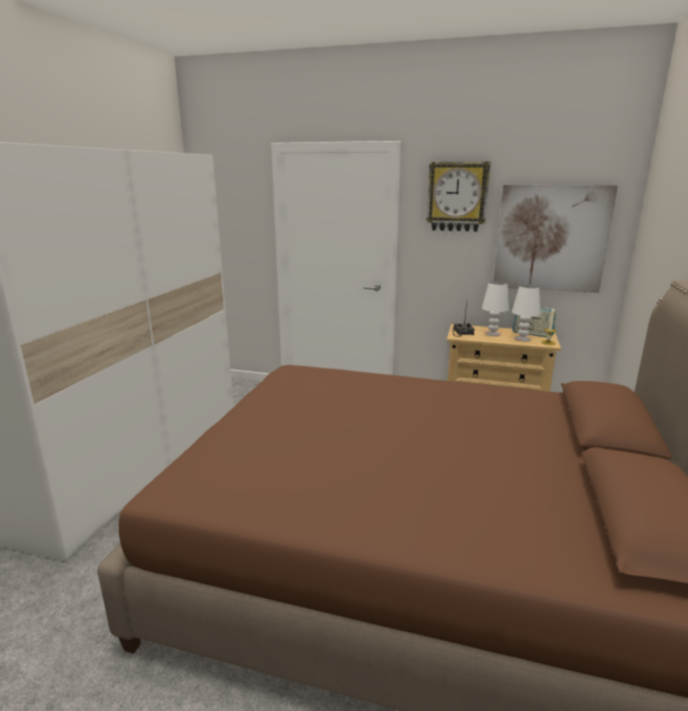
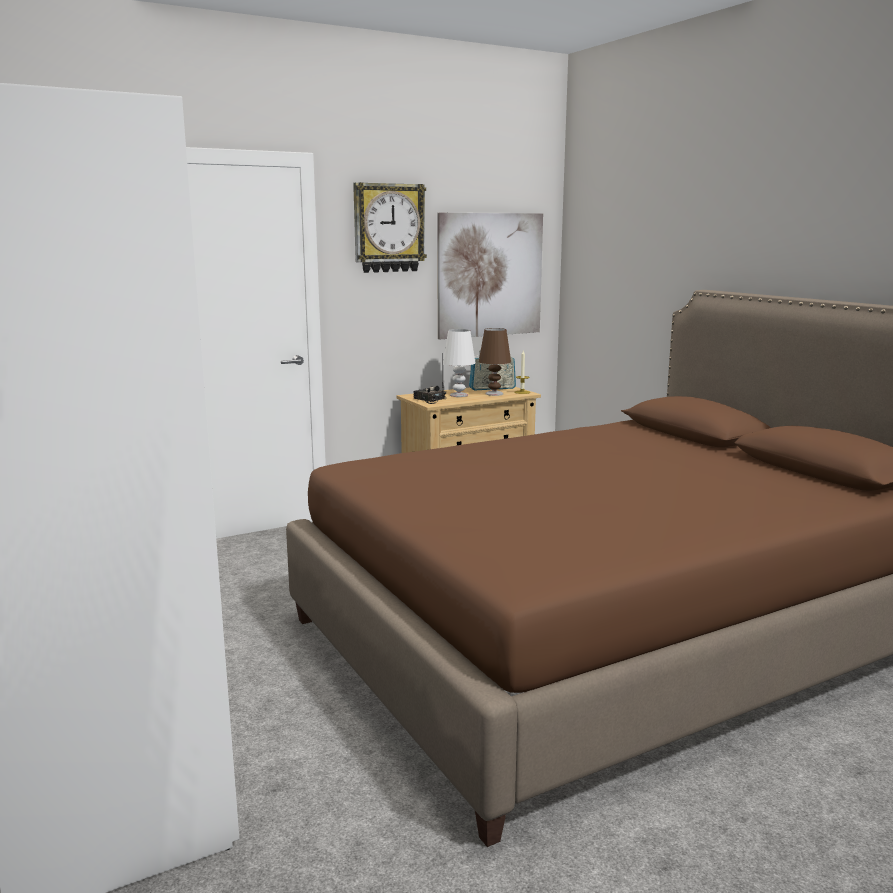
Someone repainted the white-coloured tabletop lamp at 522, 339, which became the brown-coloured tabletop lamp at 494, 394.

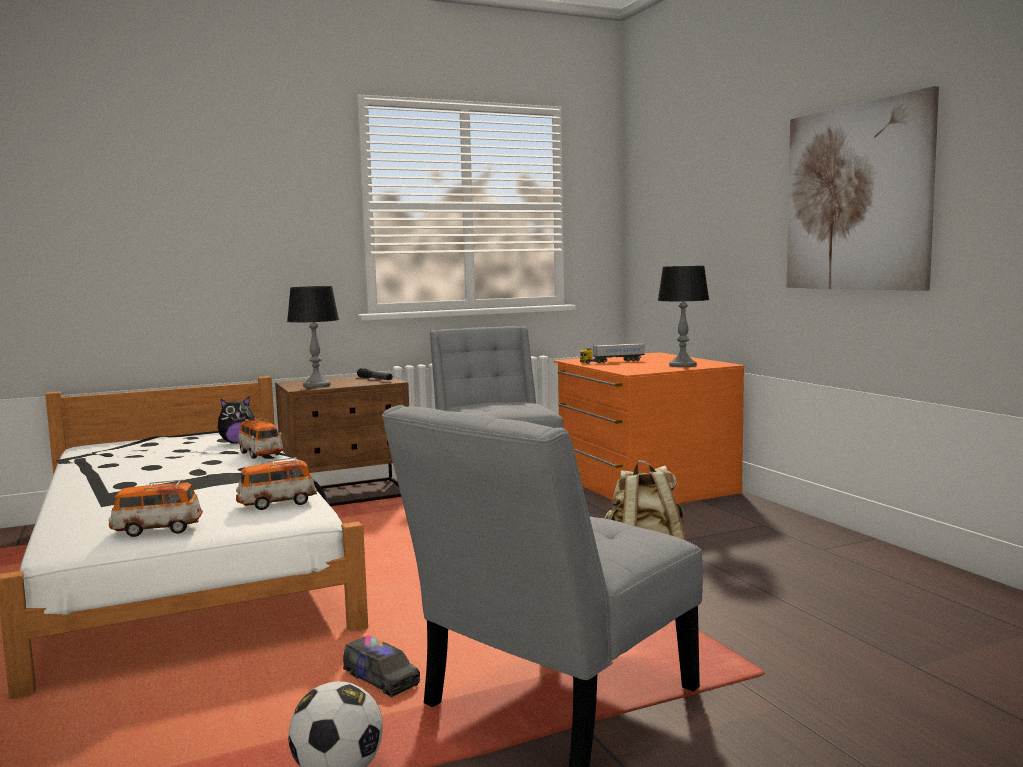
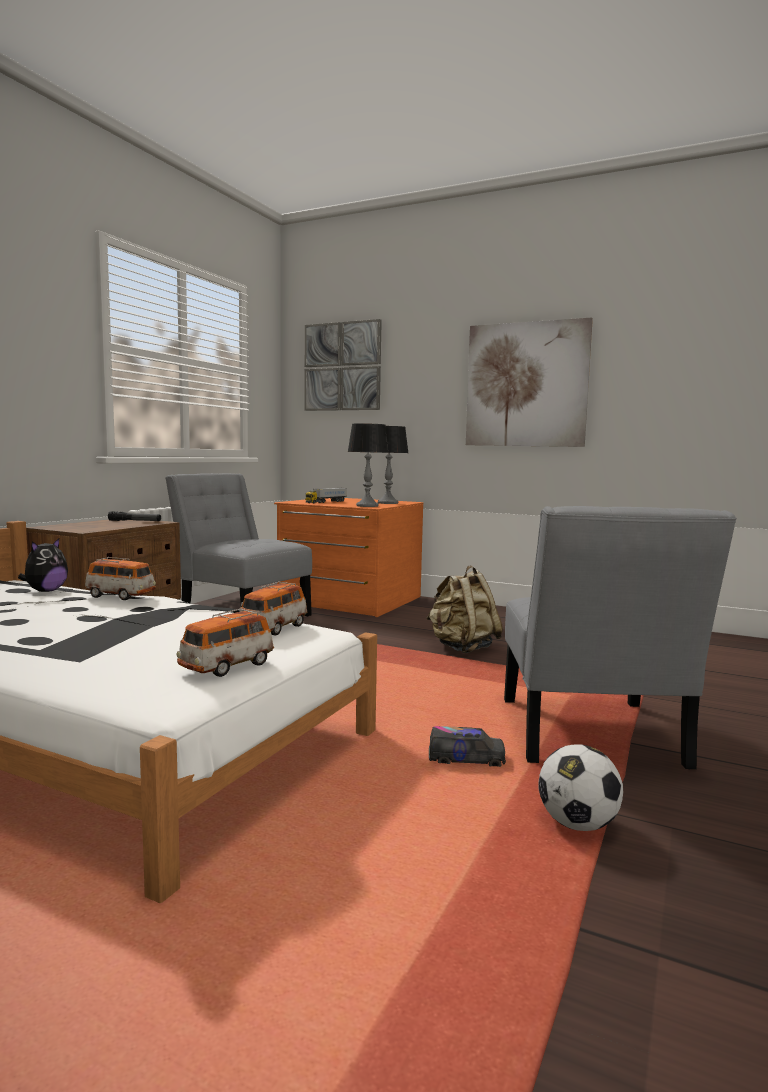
Someone carried the tabletop lamp from 317, 385 to 367, 506. Someone put up the wall picture at 342, 366.

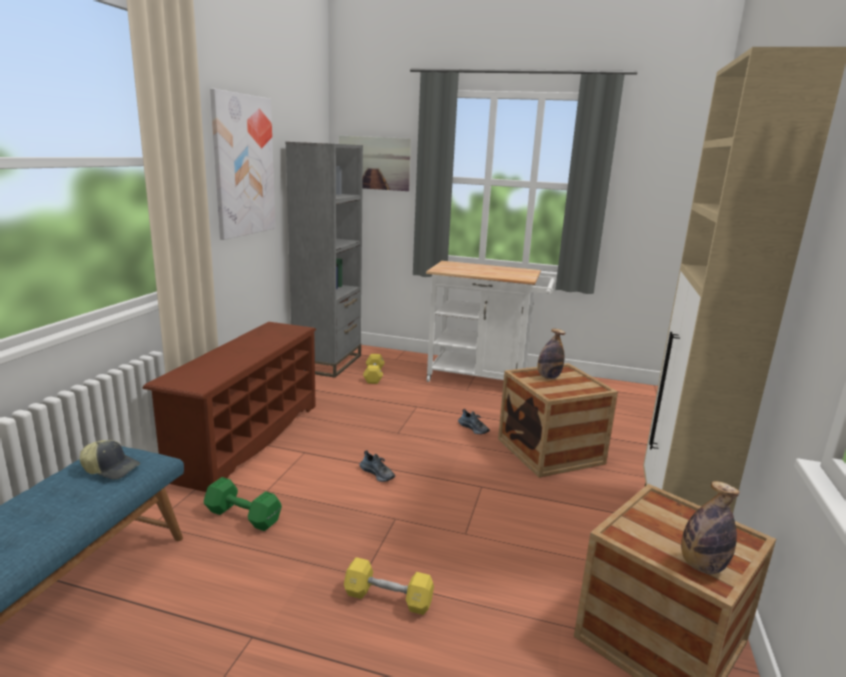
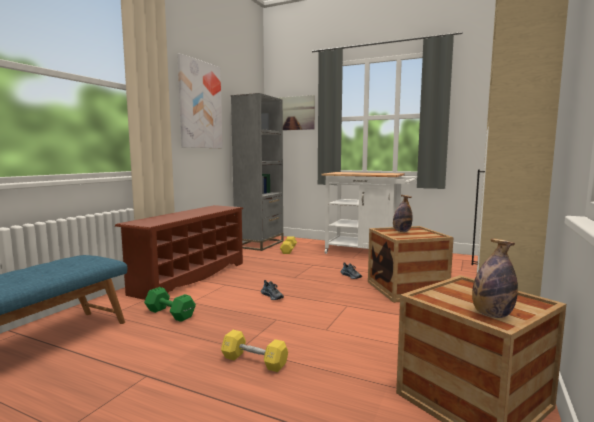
Someone took away the peaked cap at 111, 468.

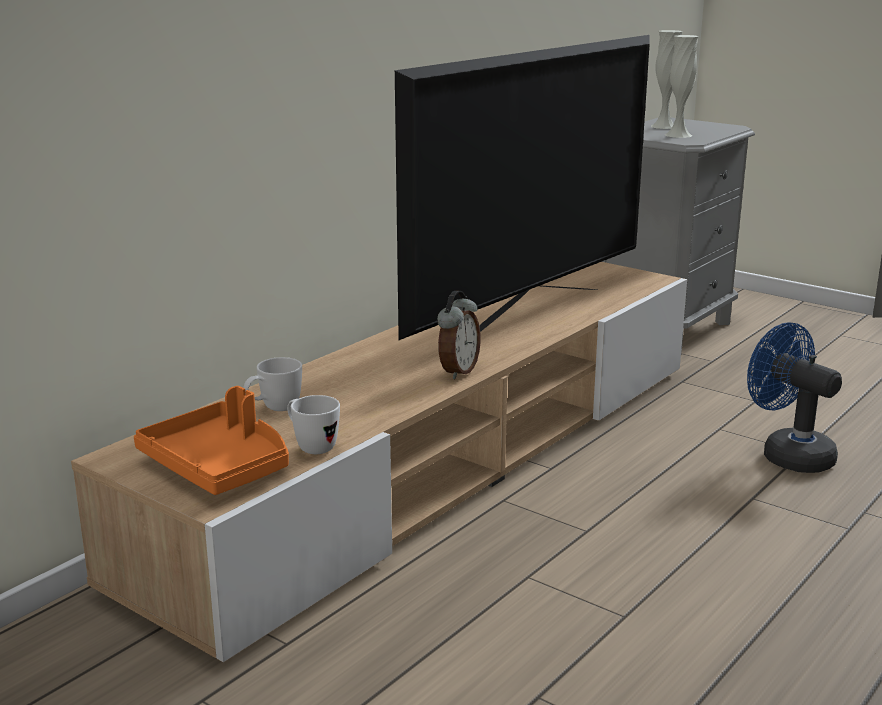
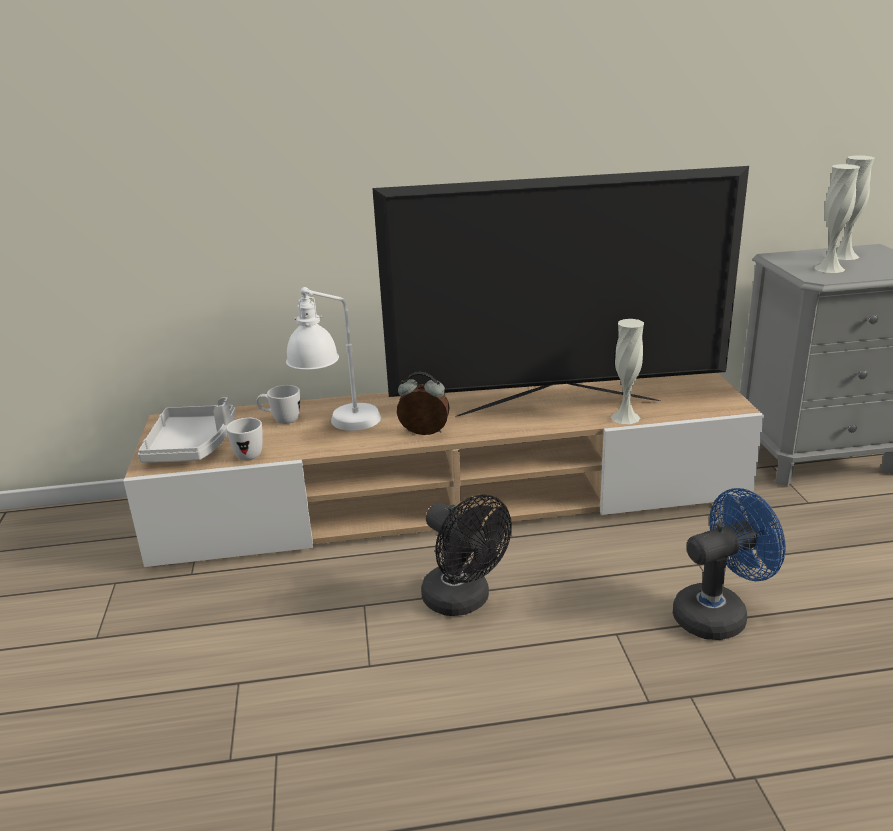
Someone repainted the orangey tray at 219, 466, which became the greyish tray at 192, 446. Someone rotated the table clock at 457, 371 by 150 degrees counterclockwise. Someone rotated the blue fan at 788, 454 by 60 degrees clockwise. Someone put down the white-coloured tabletop lamp at 339, 427. Someone put down the black fan at 463, 601. Someone put down the white-coloured flower vase at 625, 417.

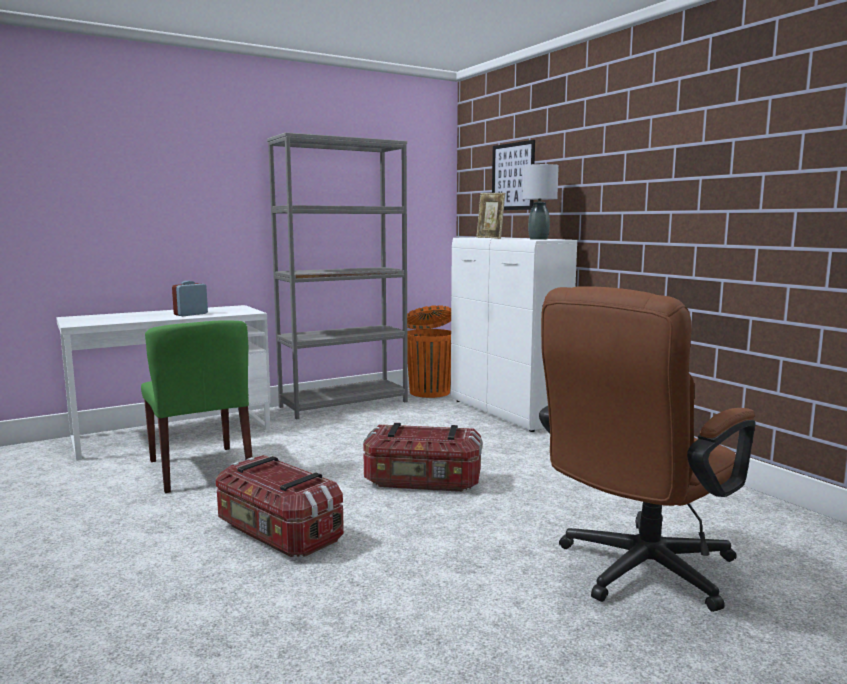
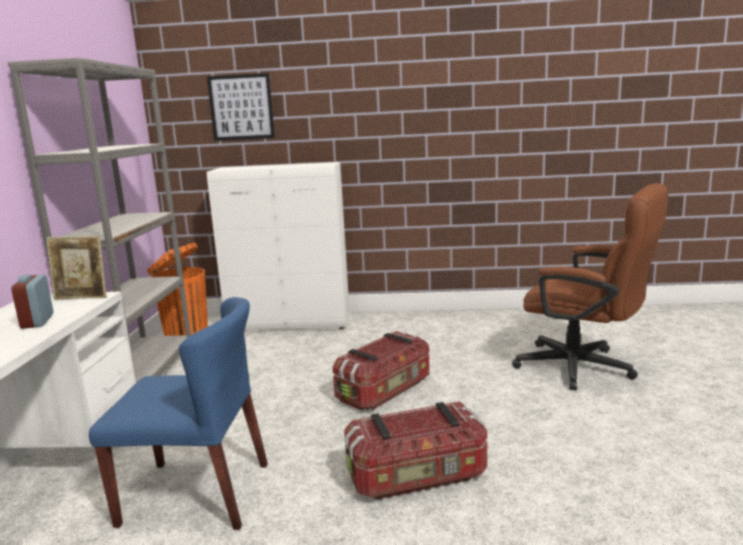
Someone repainted the green upright chair at 200, 469, which became the blue upright chair at 197, 493. Someone carried the photo frame from 490, 238 to 82, 298. Someone took away the greyish tabletop lamp at 538, 239. Someone rotated the brown-coloured computer chair at 636, 573 by 45 degrees counterclockwise.

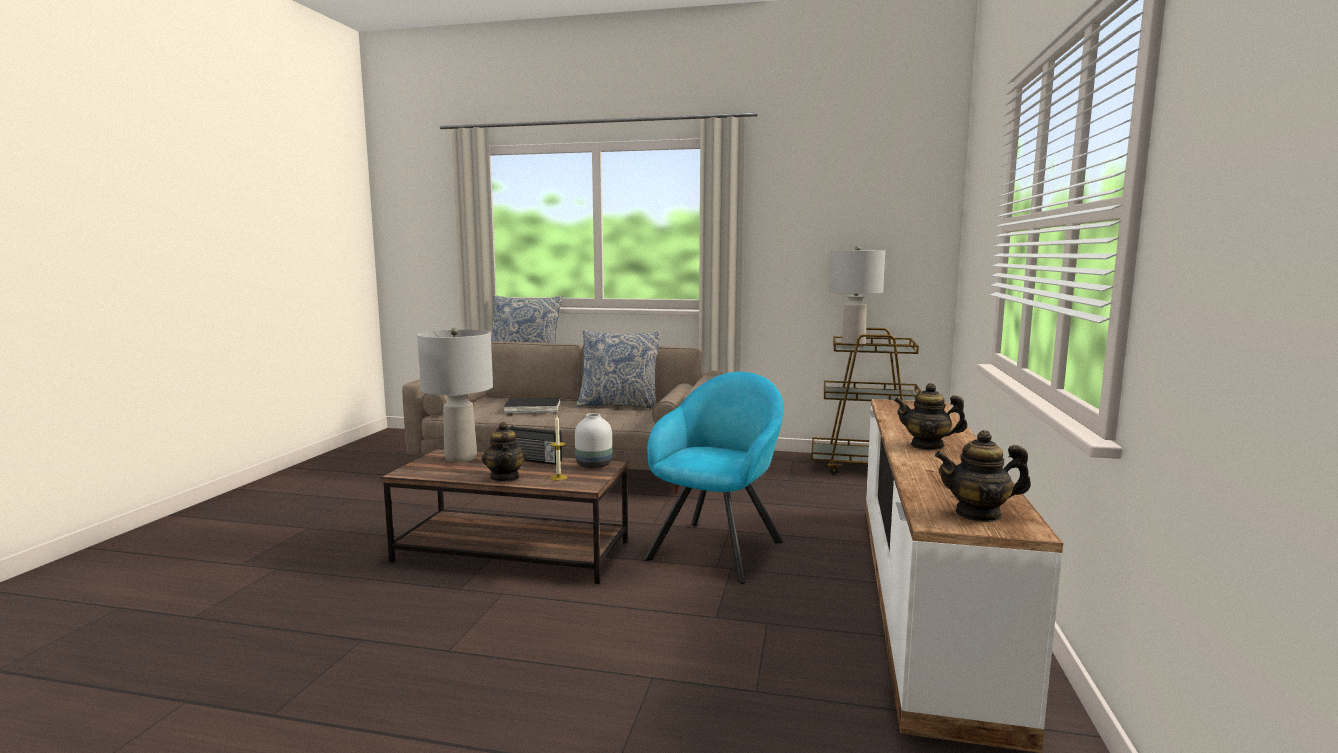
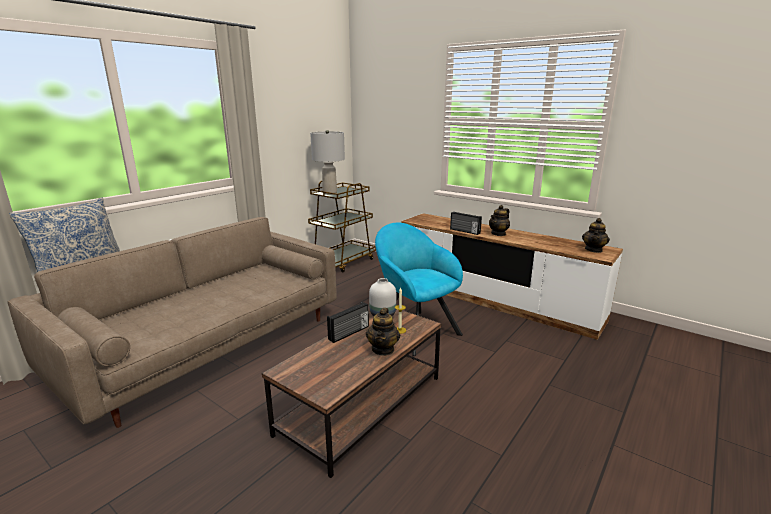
Someone took away the greyish tabletop lamp at 461, 458. Someone rotated the teapot at 505, 477 by 90 degrees clockwise. Someone took away the black book at 533, 408. Someone took away the cushion at 619, 405. Someone put down the radio at 464, 231.

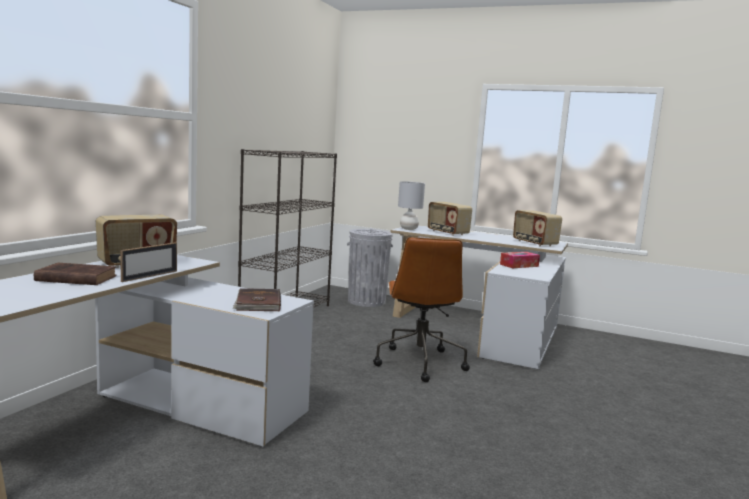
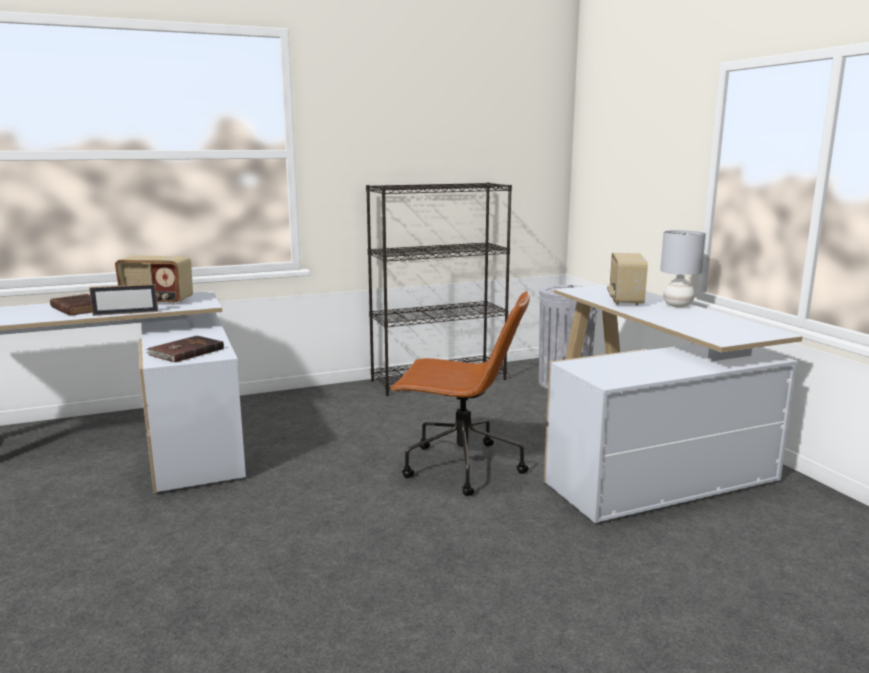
Someone rotated the brown-coloured computer chair at 419, 362 by 120 degrees counterclockwise. Someone carried the greyish tabletop lamp from 408, 229 to 677, 305. Someone took away the box of tissues at 519, 265. Someone took away the radio at 534, 243.

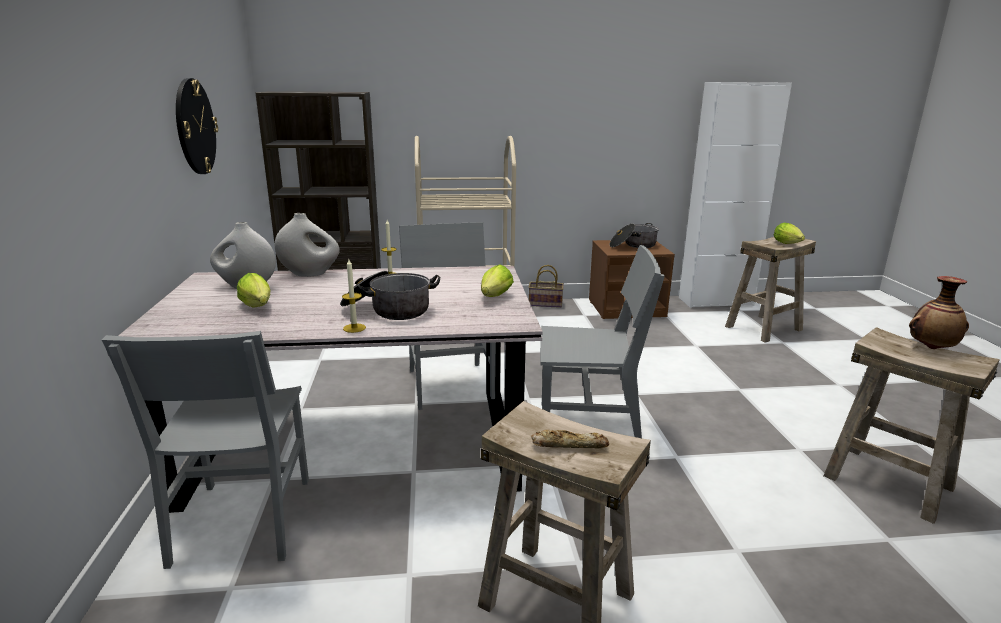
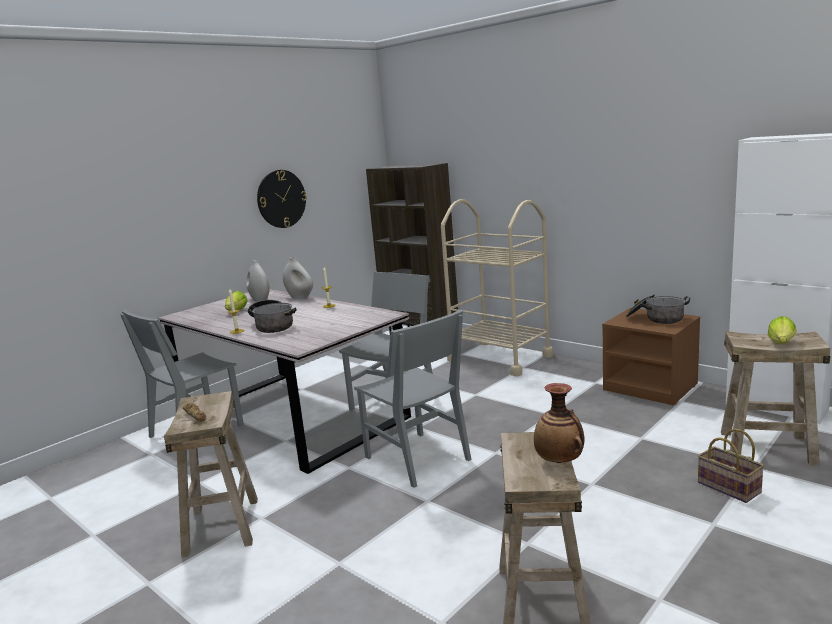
Someone took away the lettuce head at 494, 297. Someone carried the storage basket from 544, 304 to 726, 487.

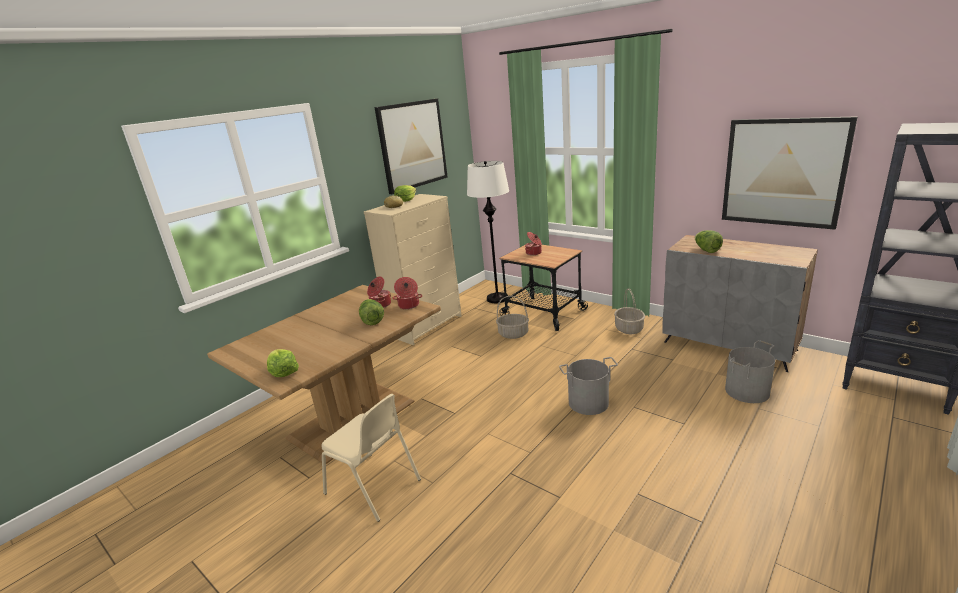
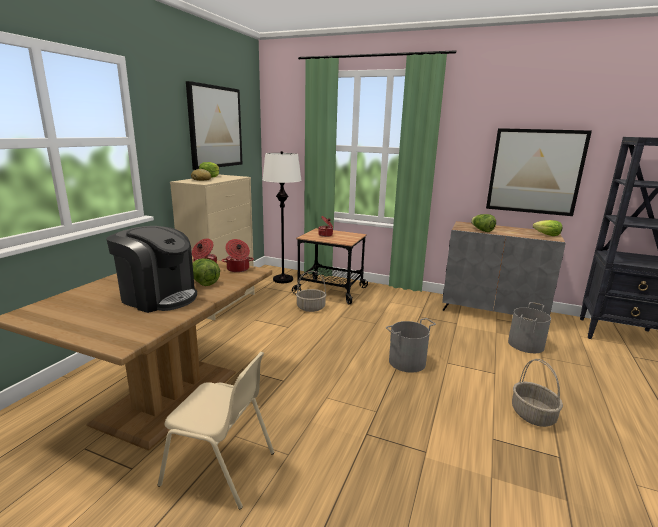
Someone carried the lettuce head from 283, 372 to 547, 235. Someone carried the storage basket from 629, 329 to 533, 415. Someone put down the coffee machine at 158, 297.

